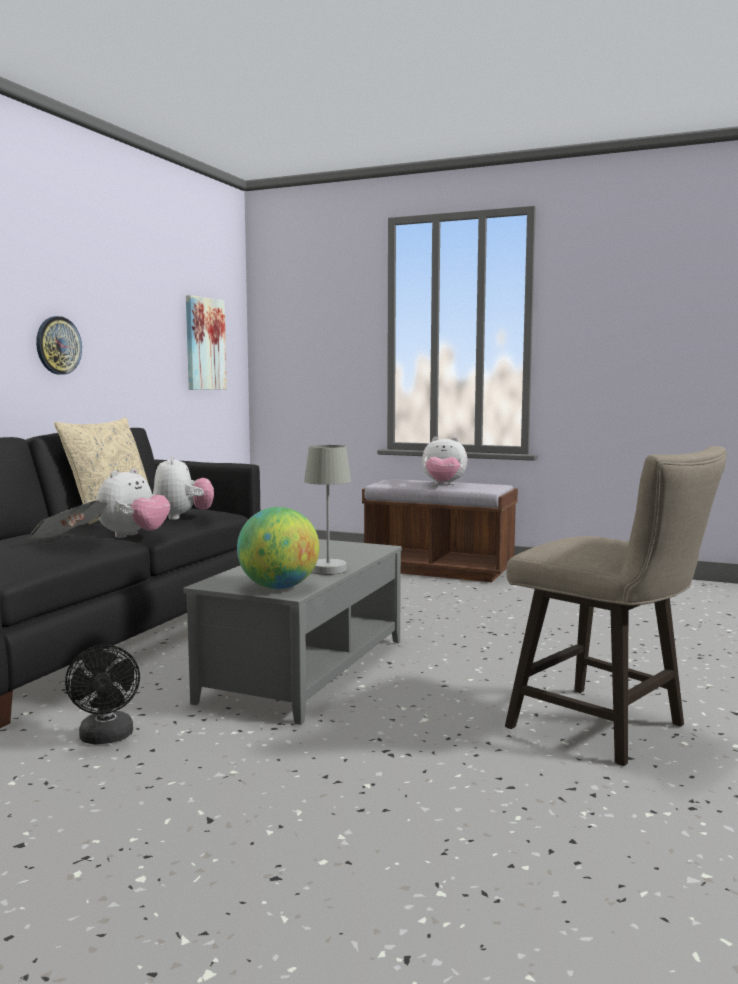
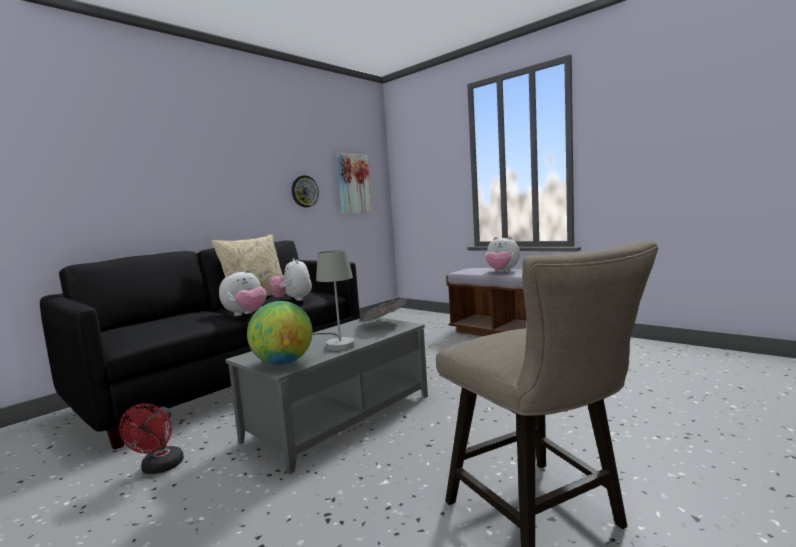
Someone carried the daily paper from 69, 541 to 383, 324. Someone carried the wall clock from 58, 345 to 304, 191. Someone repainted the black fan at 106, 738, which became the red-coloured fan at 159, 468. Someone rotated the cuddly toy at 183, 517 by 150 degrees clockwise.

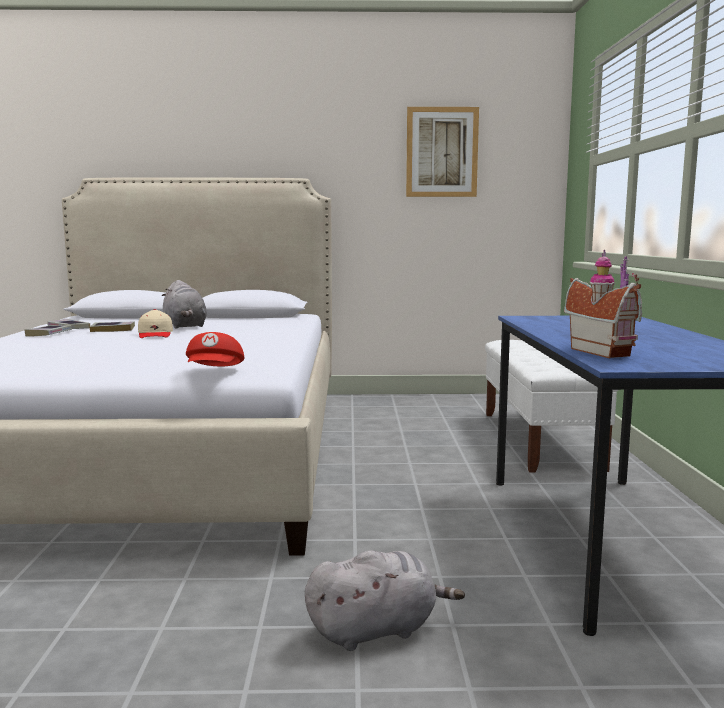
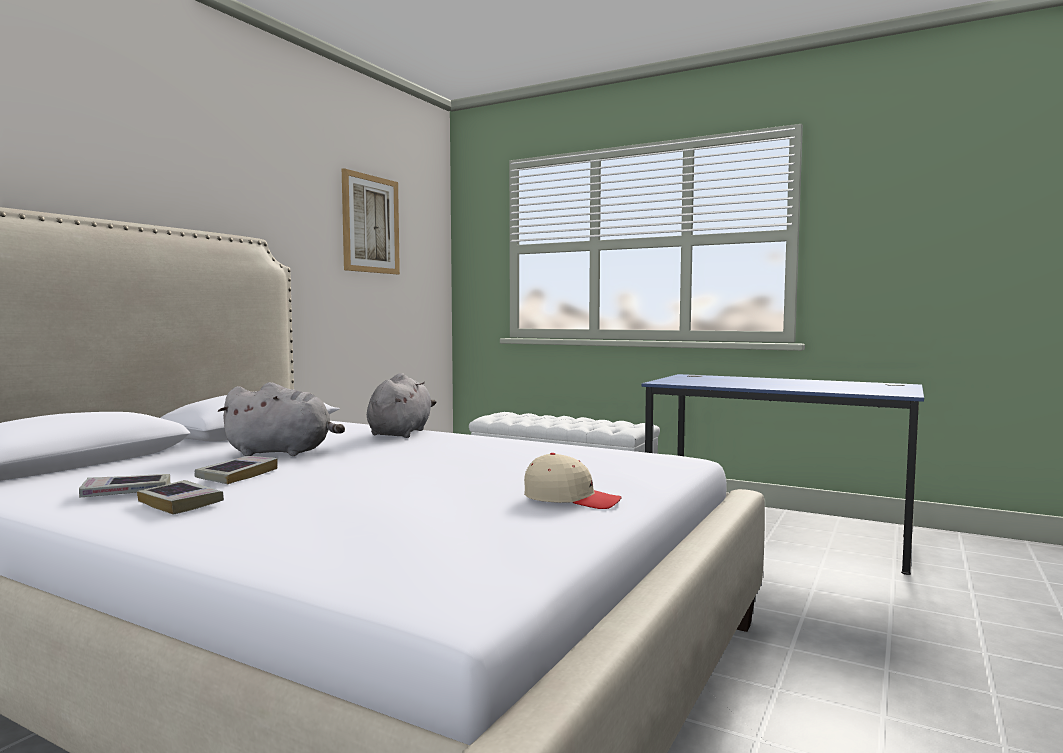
Someone carried the beige-coloured peaked cap from 155, 334 to 571, 499. Someone took away the red-coloured peaked cap at 215, 372. Someone carried the greyish cuddly toy from 377, 630 to 401, 433. Someone took away the toy house at 603, 352.

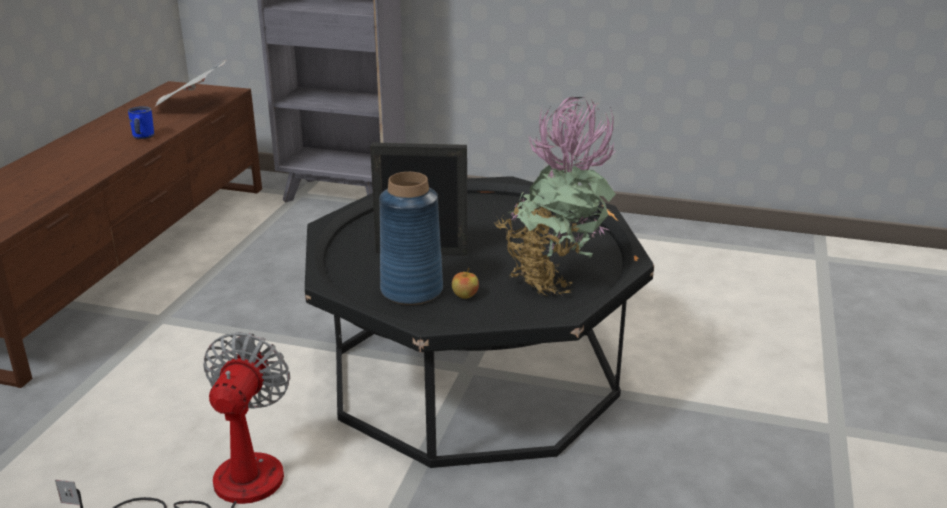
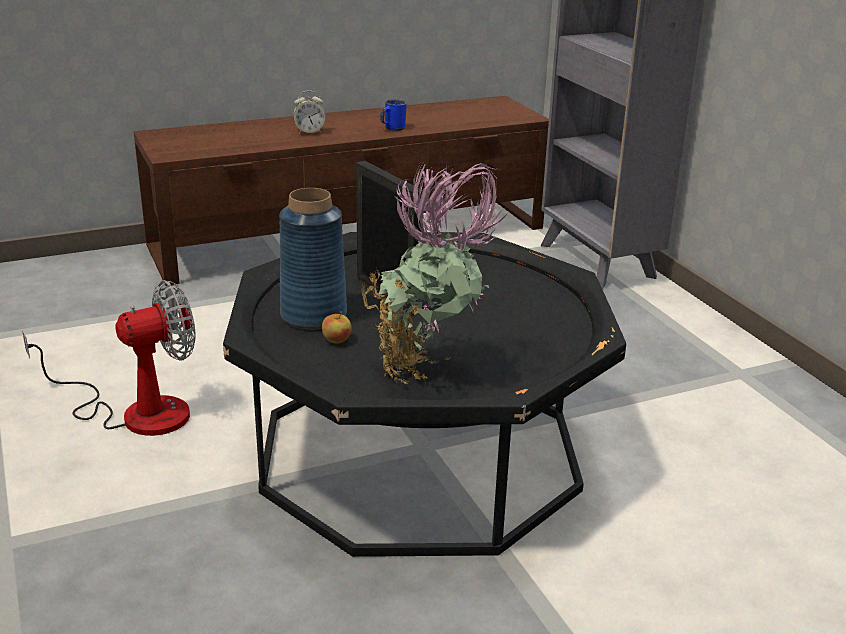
Someone took away the daily paper at 190, 105. Someone put down the table clock at 309, 132.

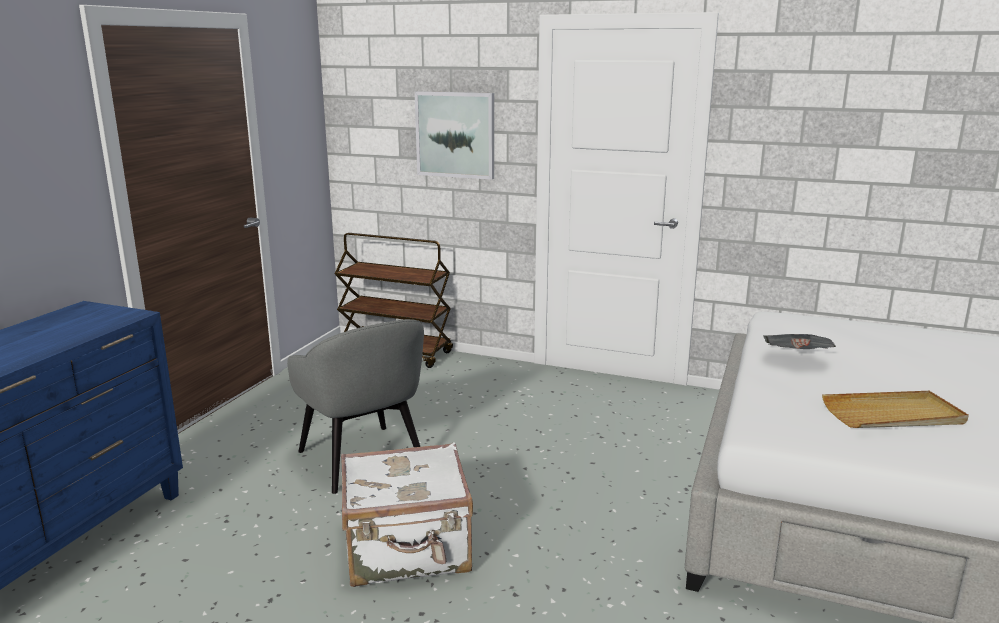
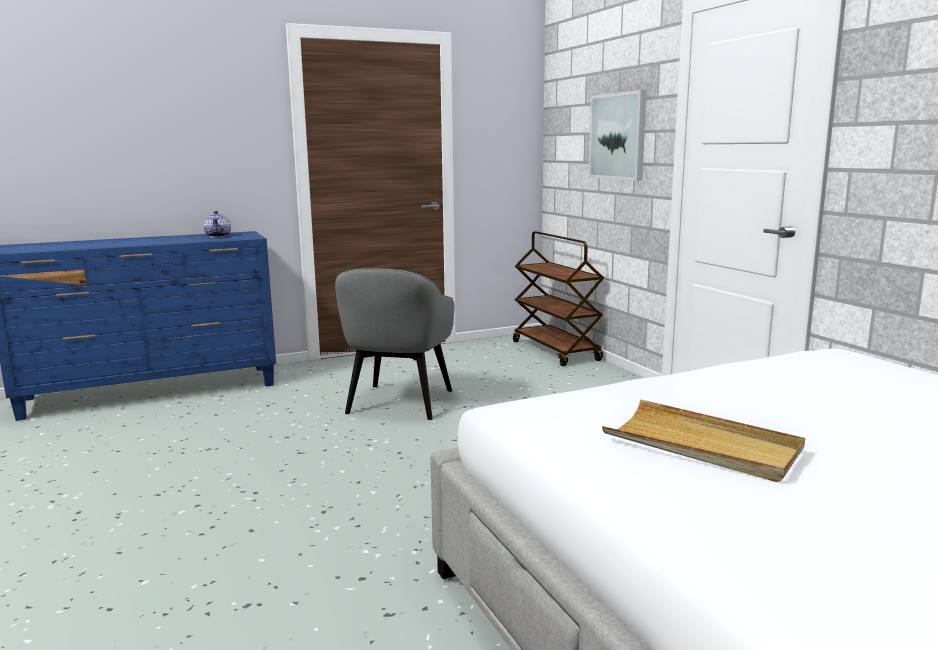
Someone took away the white-coloured piece of luggage at 408, 550. Someone took away the daily paper at 796, 360. Someone put down the teapot at 218, 236.

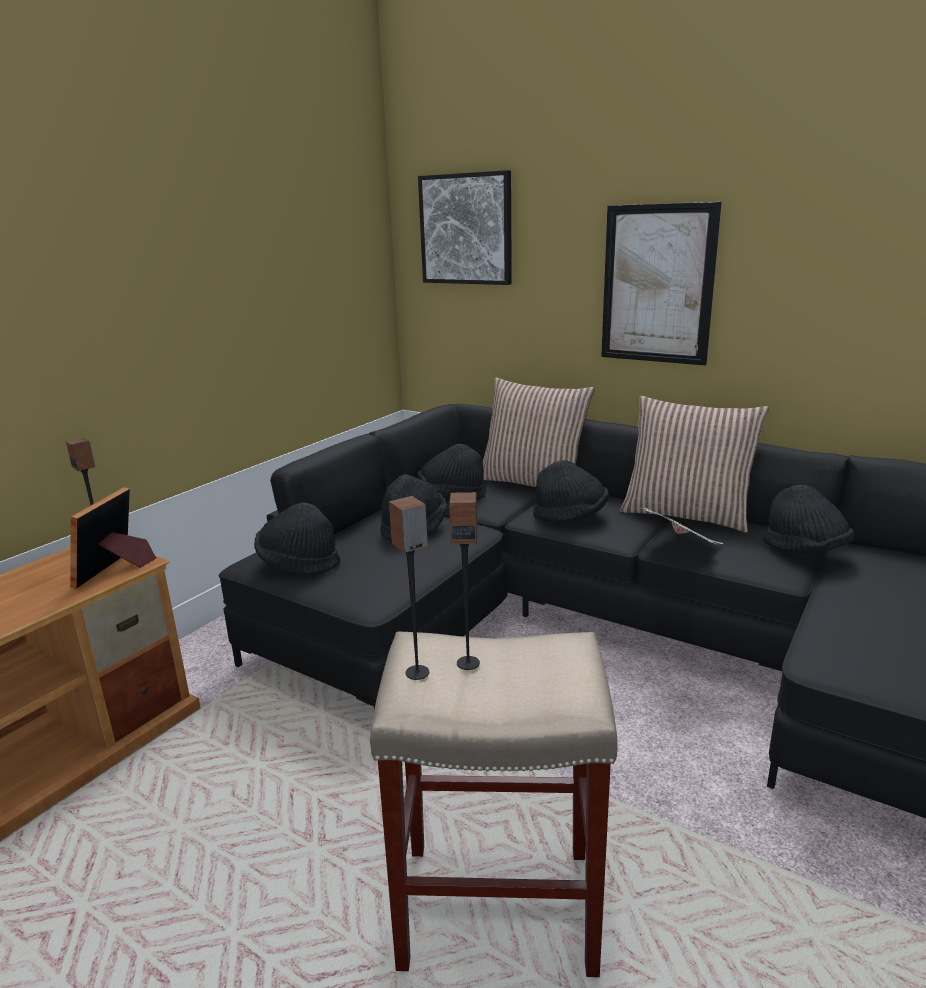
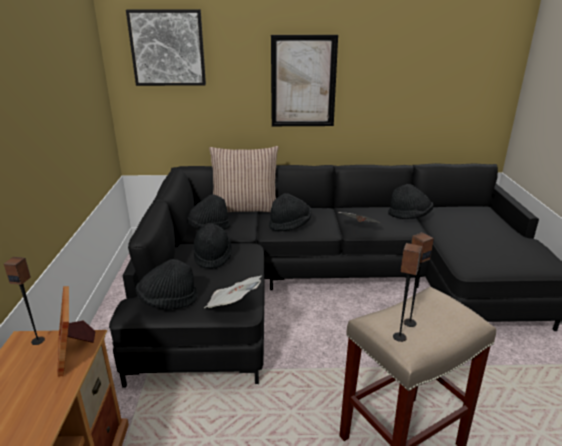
Someone took away the cushion at 686, 514. Someone put down the daily paper at 233, 305.

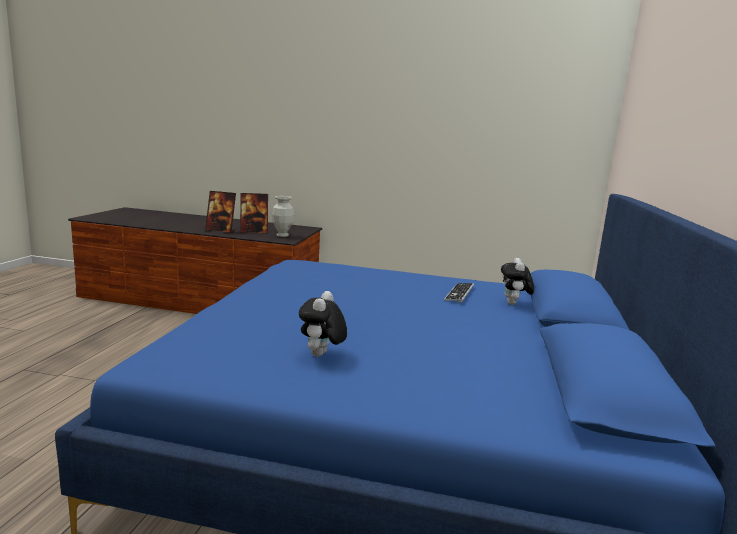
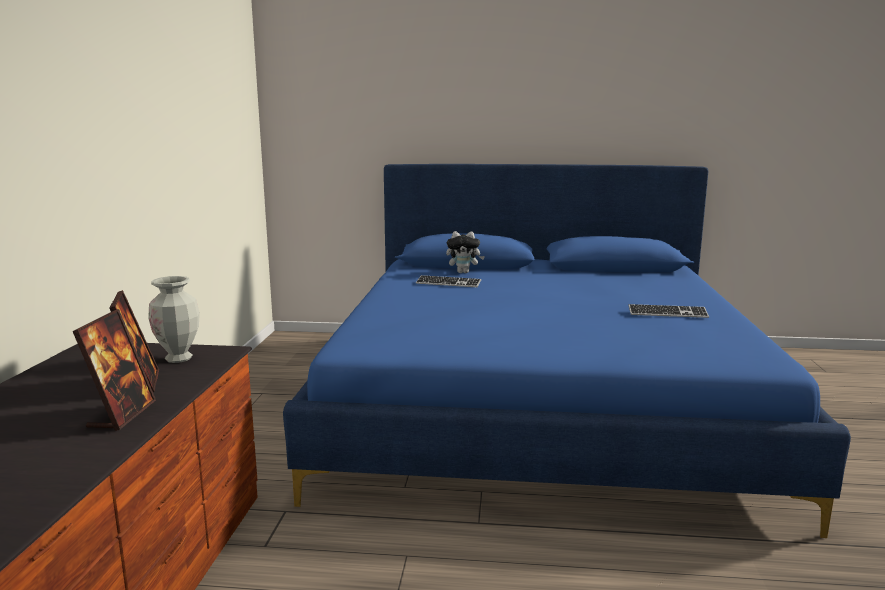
Someone swapped the cuddly toy at 321, 355 for the PC keyboard at 667, 313.

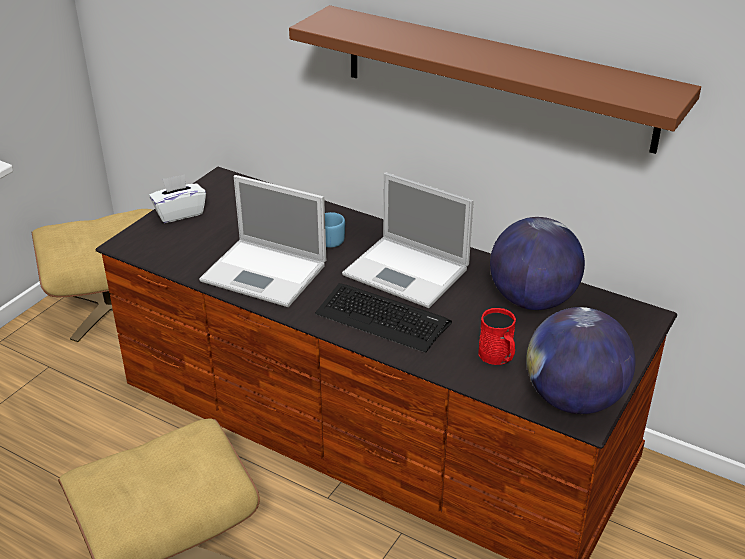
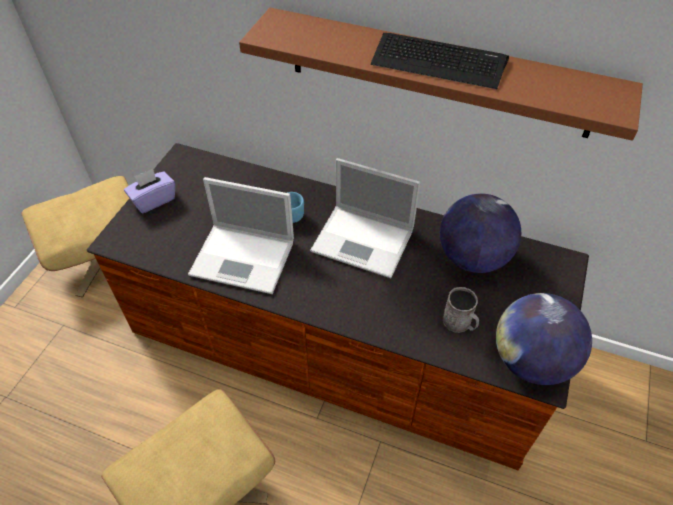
Someone repainted the white-coloured box of tissues at 179, 213, which became the purplish box of tissues at 153, 200. Someone carried the PC keyboard from 382, 318 to 438, 61. Someone repainted the red-coloured mug at 498, 357, which became the greyish mug at 459, 323.

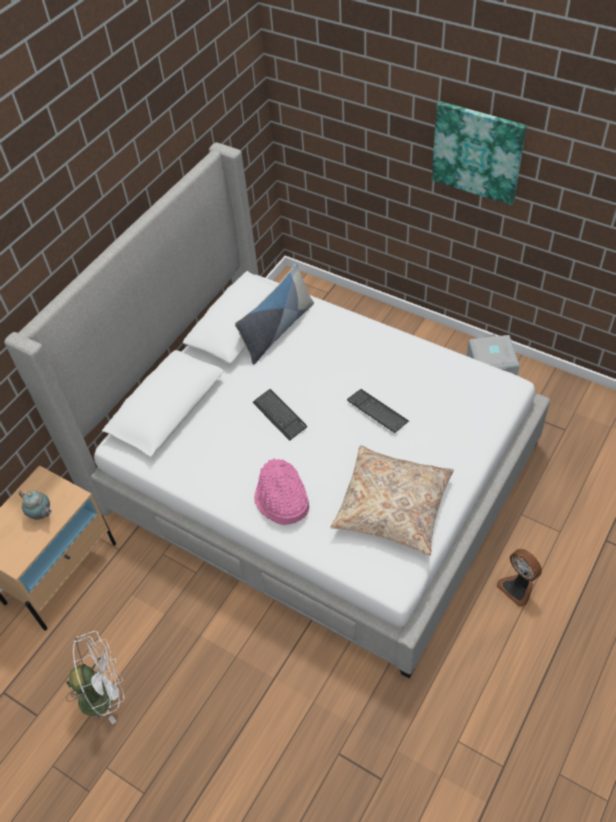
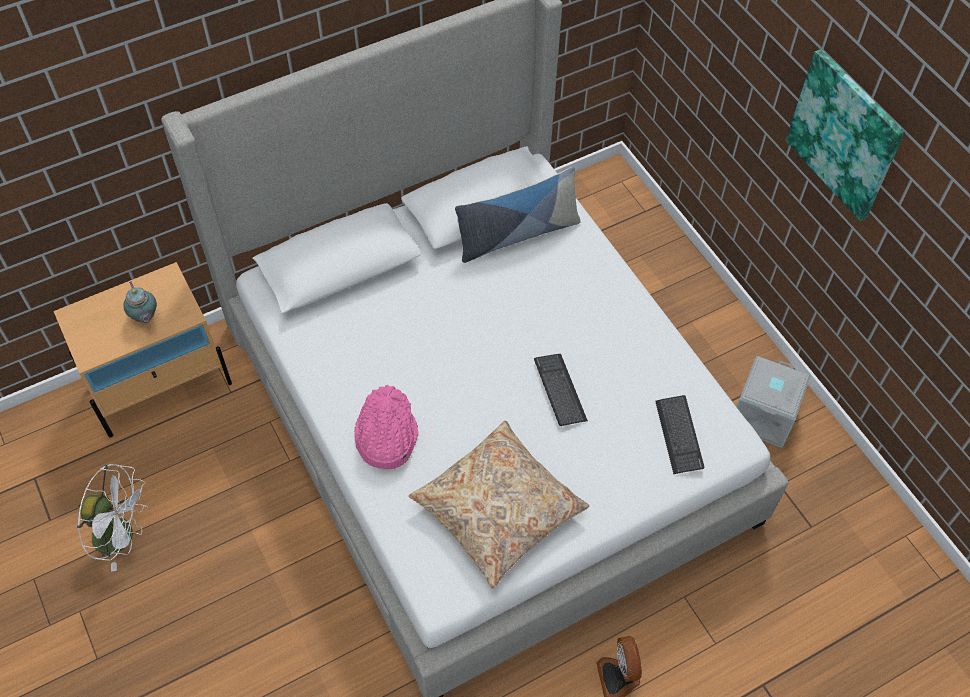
Someone carried the PC keyboard from 279, 415 to 679, 435.

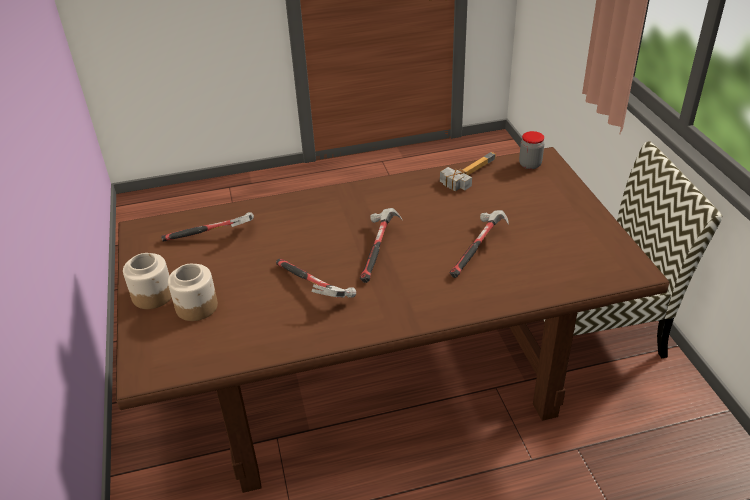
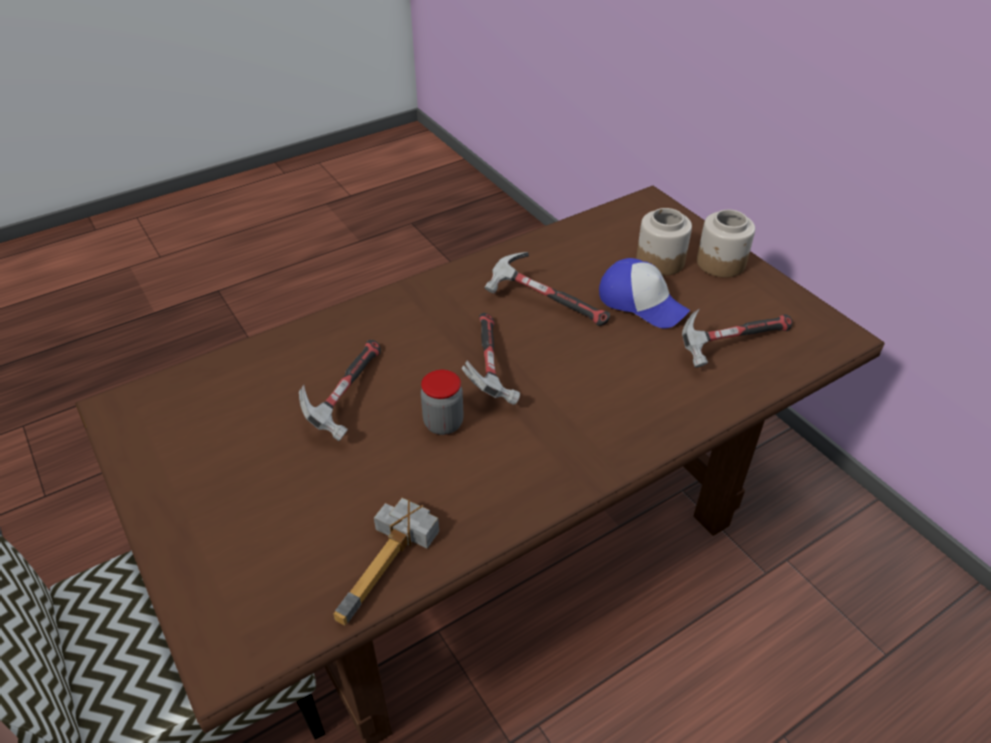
Someone carried the preserve jar from 530, 164 to 443, 423. Someone put down the peaked cap at 642, 302.

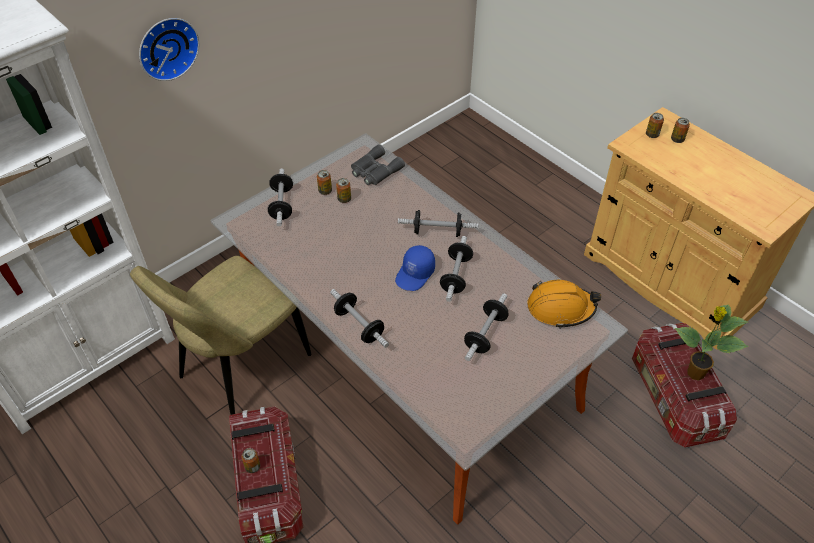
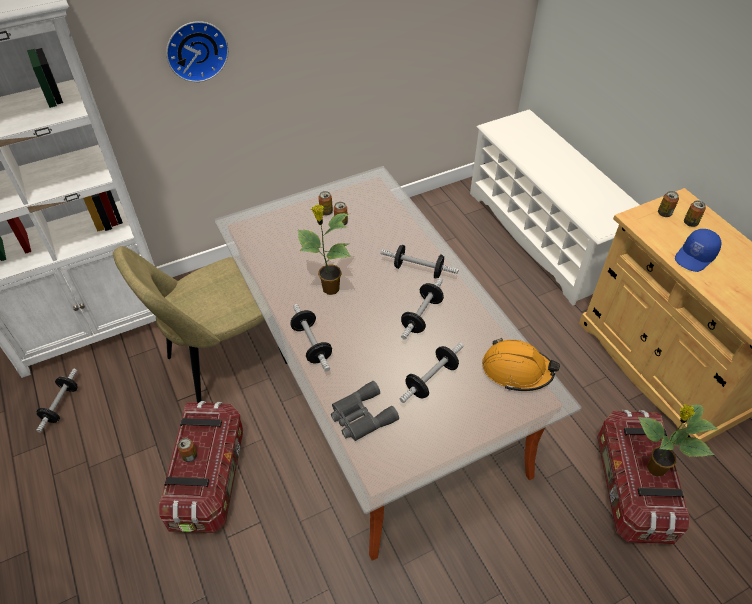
Someone carried the dumbbell from 282, 205 to 61, 405. Someone carried the greyish pair of binoculars from 375, 171 to 361, 416. Someone carried the blue peaked cap from 415, 274 to 695, 257. Someone put down the plant in a pot at 329, 288. Someone put down the white-coloured shoe shelf at 542, 236.

